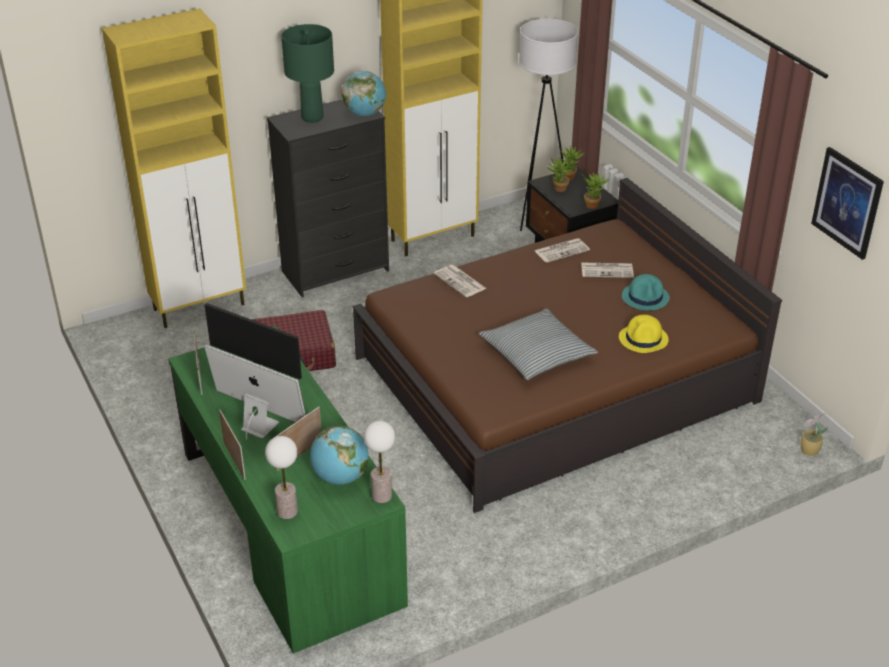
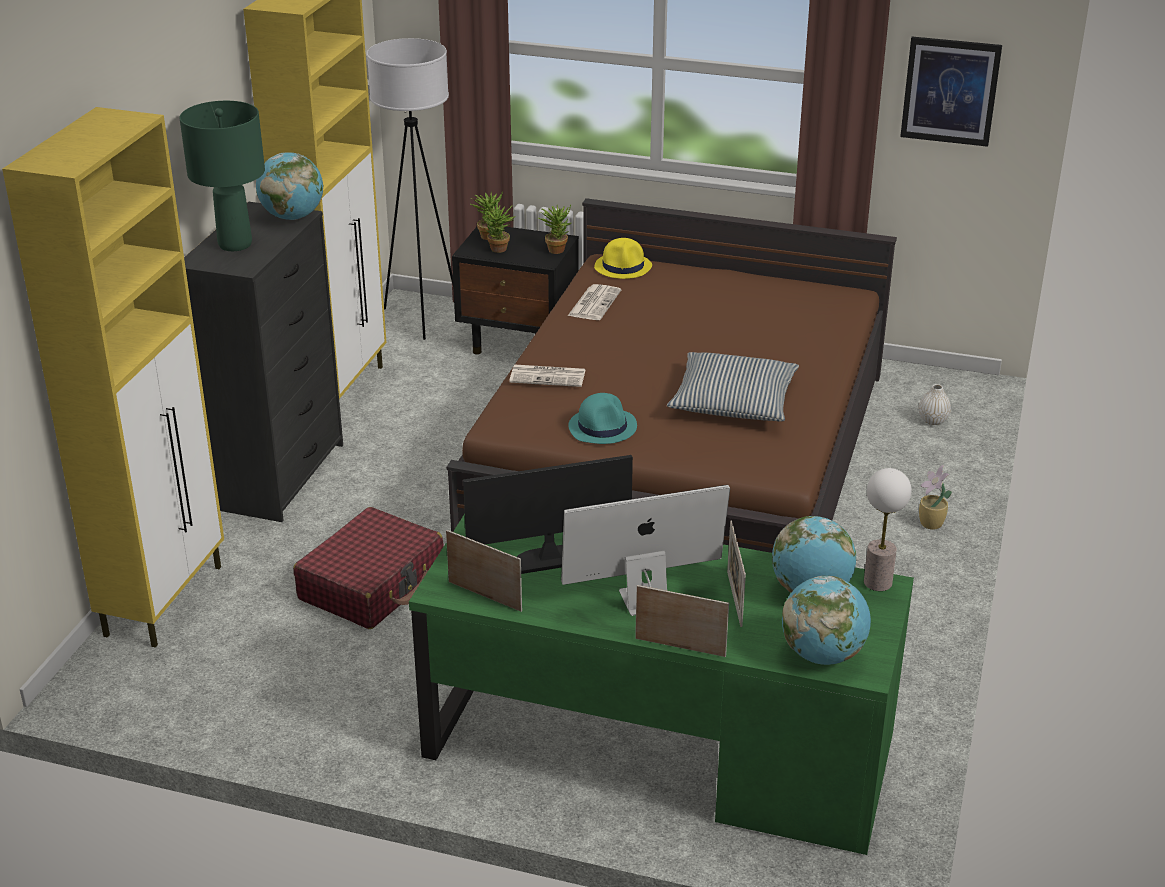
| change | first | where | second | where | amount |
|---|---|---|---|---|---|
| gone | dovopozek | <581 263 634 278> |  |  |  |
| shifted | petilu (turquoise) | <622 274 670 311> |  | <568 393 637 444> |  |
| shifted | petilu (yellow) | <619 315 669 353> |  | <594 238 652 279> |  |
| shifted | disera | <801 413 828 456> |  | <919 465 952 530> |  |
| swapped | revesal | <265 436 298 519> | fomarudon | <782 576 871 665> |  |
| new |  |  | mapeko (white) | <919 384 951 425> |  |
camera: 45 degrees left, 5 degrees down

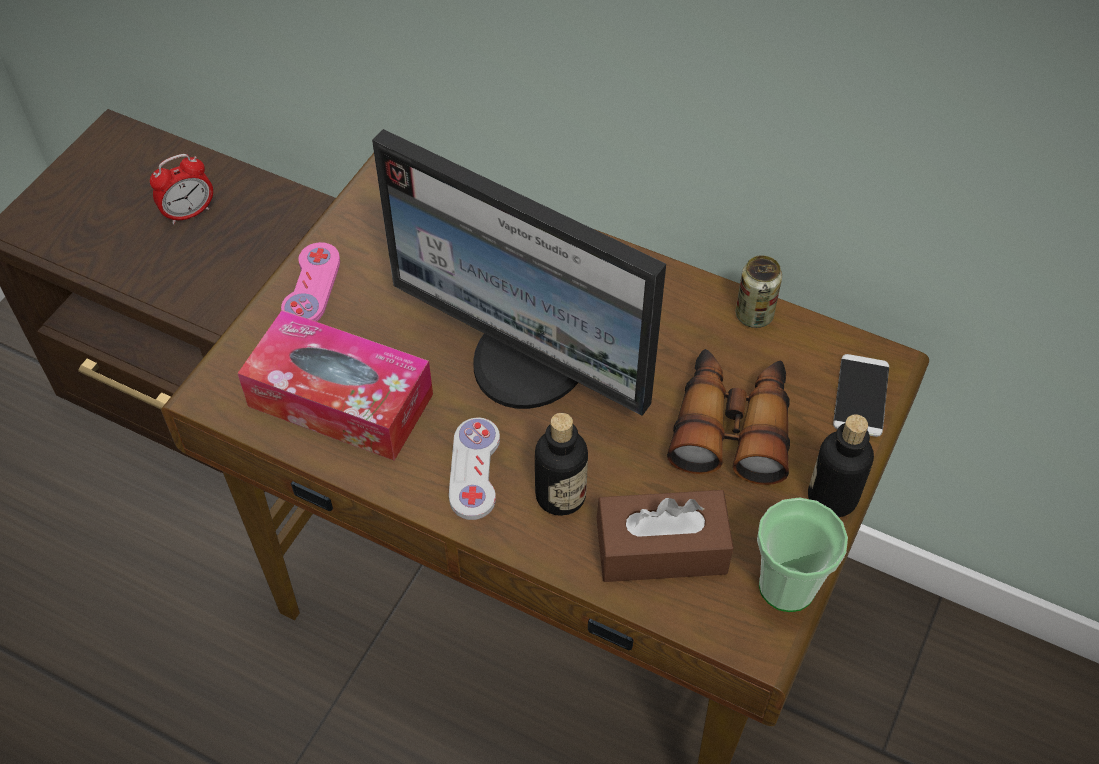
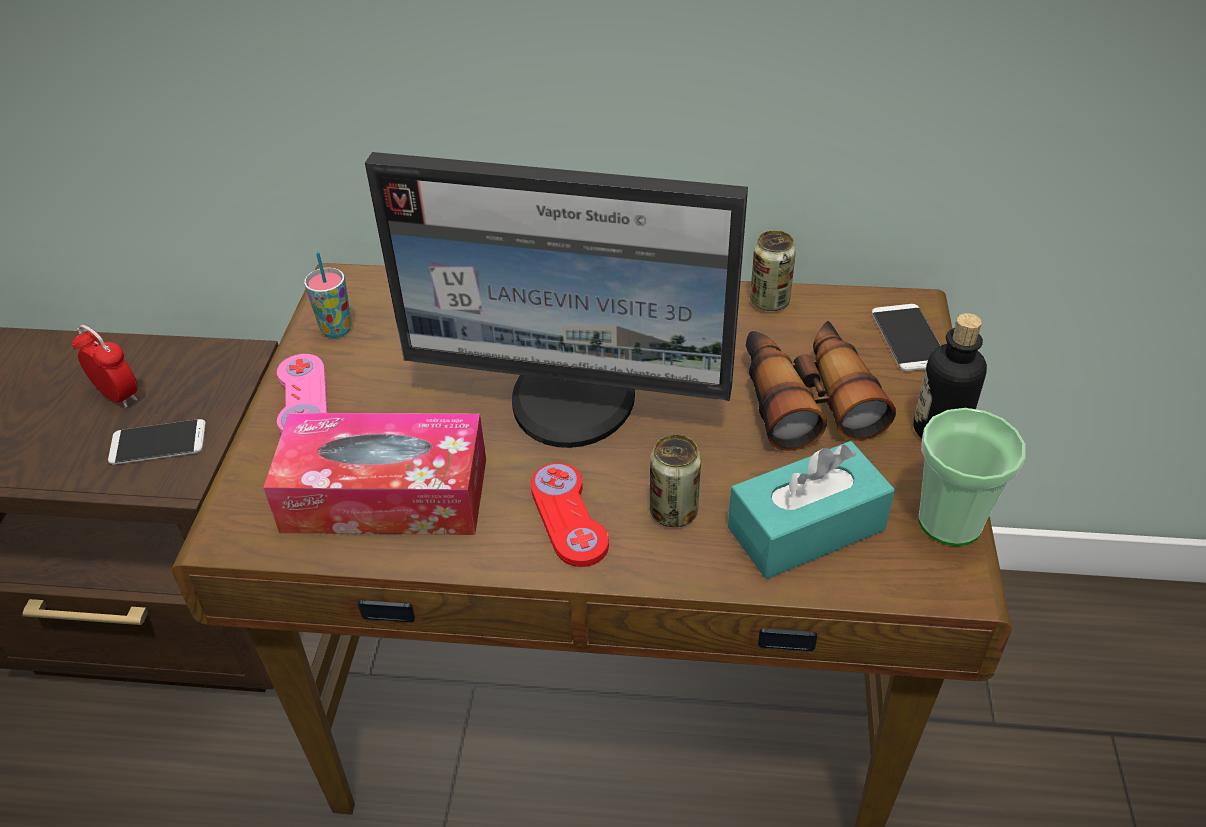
| change | first | where | second | where | amount |
|---|---|---|---|---|---|
| rotated | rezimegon | <150 154 213 224> |  | <72 325 138 408> | 90 degrees counterclockwise |
| swapped | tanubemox | <535 413 588 516> | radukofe | <650 434 701 527> |  |
| repainted | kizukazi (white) | <449 418 500 520> | kizukazi (red) | <531 463 609 567> |  |
| repainted | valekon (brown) | <597 490 734 582> | valekon (turquoise) | <728 441 895 579> |  |
| new |  |  | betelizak | <304 252 352 338> |  |
| new |  |  | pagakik | <108 419 206 465> |  |
camera: 20 degrees left, 10 degrees down

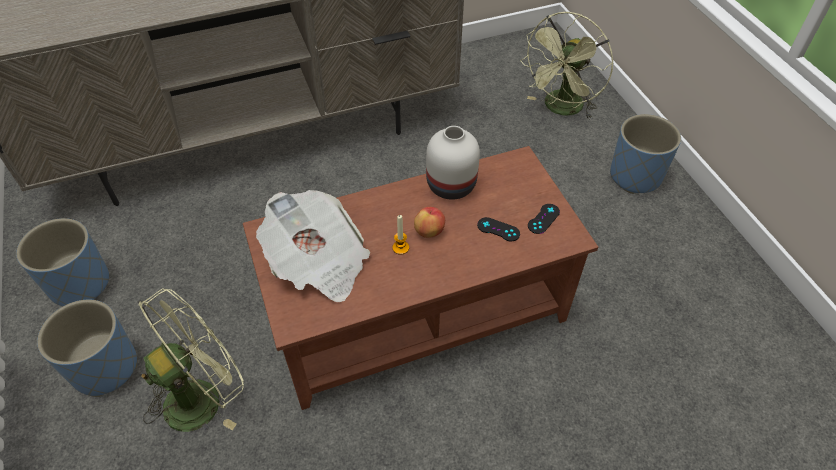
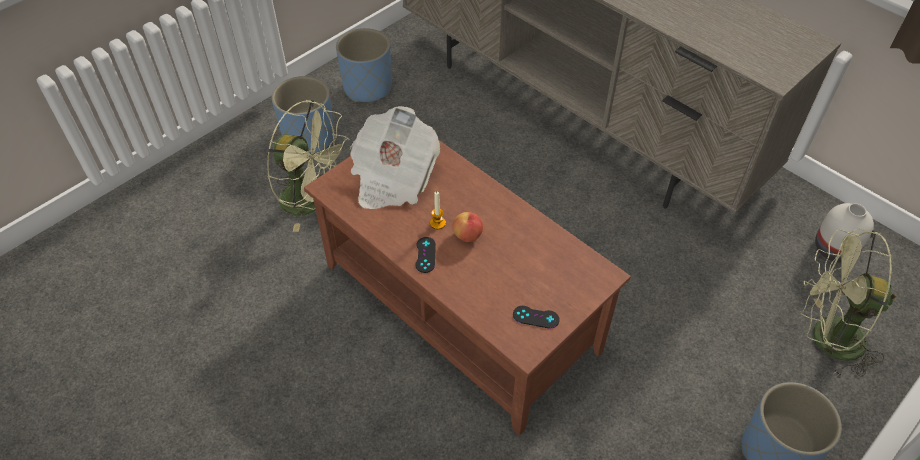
| change | first | where | second | where | amount |
|---|---|---|---|---|---|
| shifted | mapeko (white) | <426 126 480 200> |  | <815 203 874 262> |  |
| shifted | kizukazi (black) | <477 217 520 241> |  | <415 237 436 273> |  |
camera: 65 degrees right, 0 degrees up

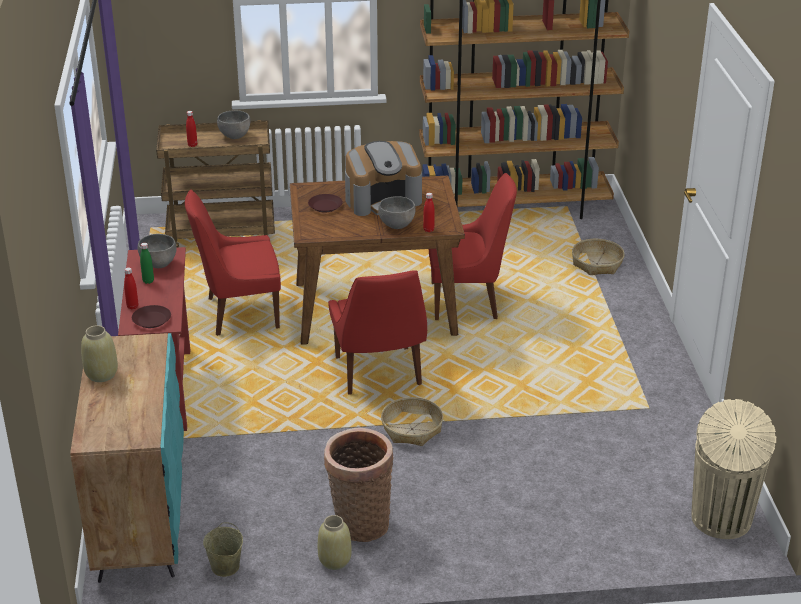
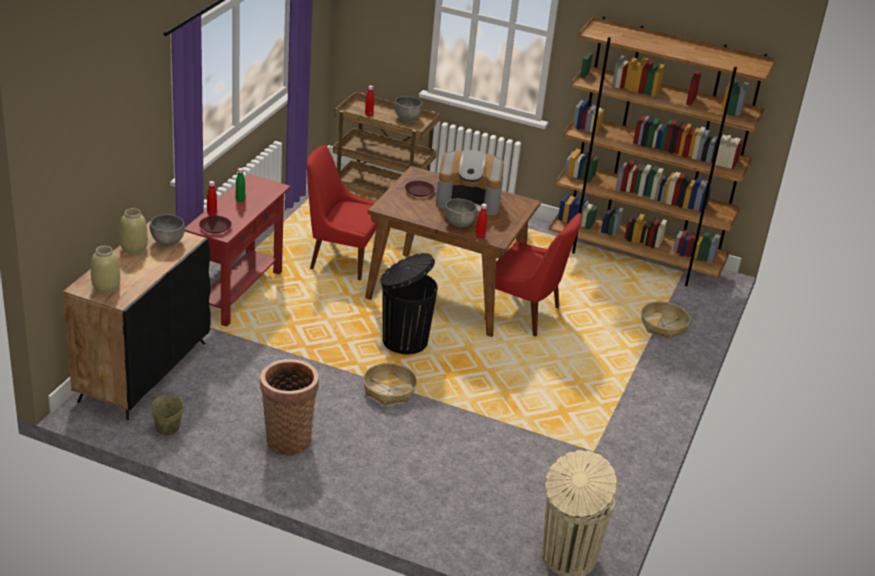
| change | first | where | second | where | amount |
|---|---|---|---|---|---|
| shifted | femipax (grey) | <138 234 177 268> |  | <150 214 185 246> |  |
| swapped | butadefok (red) | <328 270 427 395> | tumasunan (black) | <380 253 438 354> |  |
| repainted | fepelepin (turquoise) | <70 333 184 583> | fepelepin (black) | <63 221 211 420> |  |
| shifted | mapeko (beige) | <318 515 351 570> |  | <91 246 120 293> |  |
camera: 25 degrees right, 0 degrees up

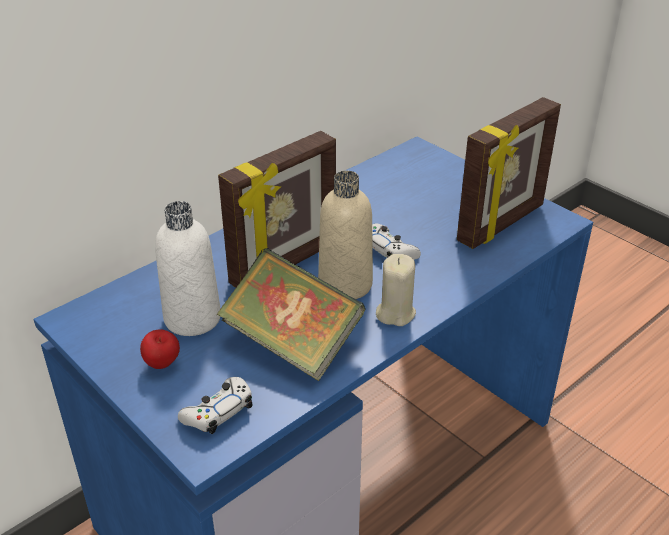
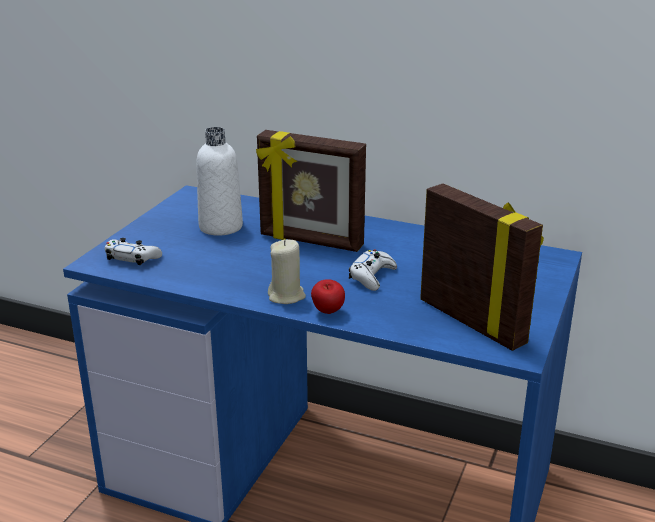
| change | first | where | second | where | amount |
|---|---|---|---|---|---|
| rotated | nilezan | <457 97 561 249> |  | <420 183 544 351> | 150 degrees counterclockwise |
| gone | tanubemox (beige) | <318 171 373 299> |  |  |  |
| gone | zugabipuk | <217 248 365 381> |  |  |  |
| shifted | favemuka | <140 329 180 369> |  | <311 279 345 314> |  |
camera: 65 degrees right, 10 degrees down

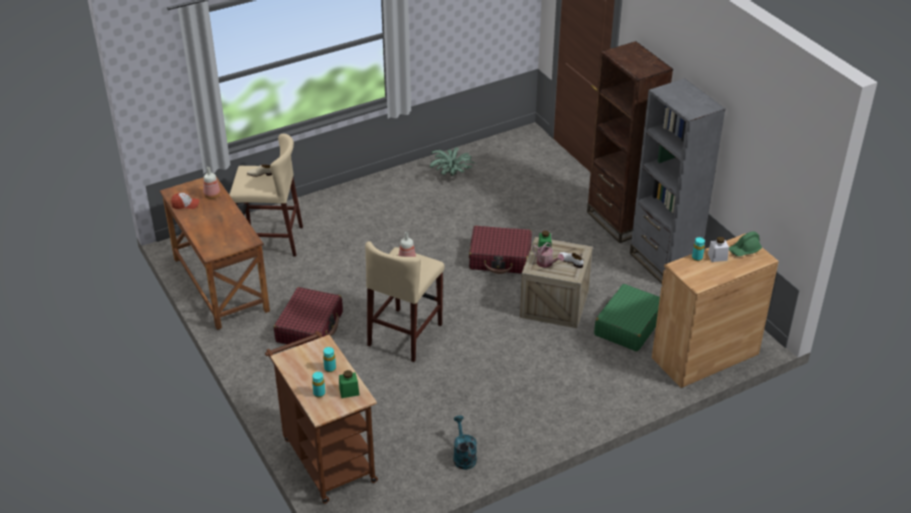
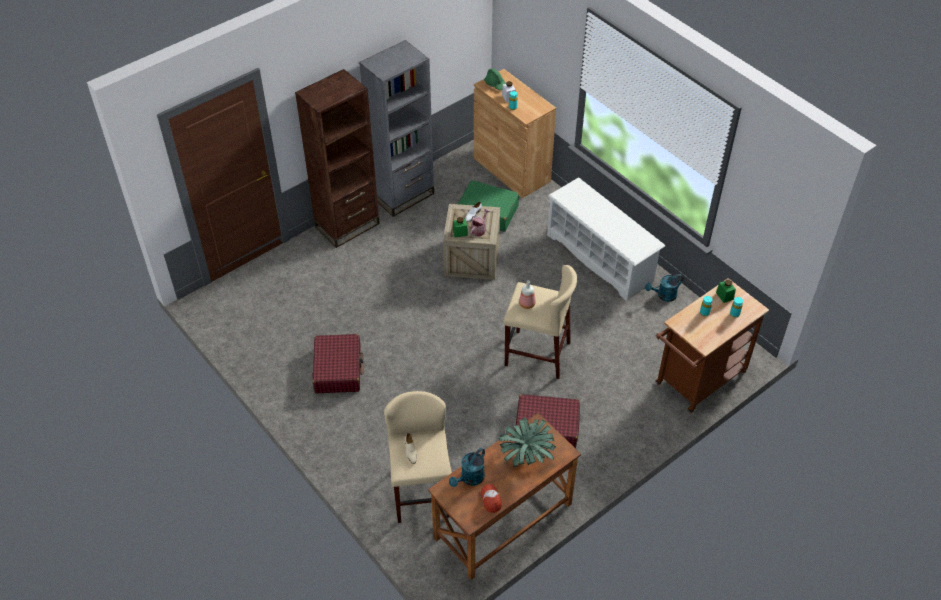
| change | first | where | second | where | amount |
|---|---|---|---|---|---|
| shifted | disera | <430 147 476 177> |  | <499 418 556 467> |  |
| swapped | tanubemox | <203 167 221 199> | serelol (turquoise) | <449 448 485 487> |  |
| shifted | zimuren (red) | <469 226 532 274> |  | <313 334 364 393> |  |
| new |  |  | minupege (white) | <547 178 665 302> |  |
camera: 100 degrees left, 10 degrees up

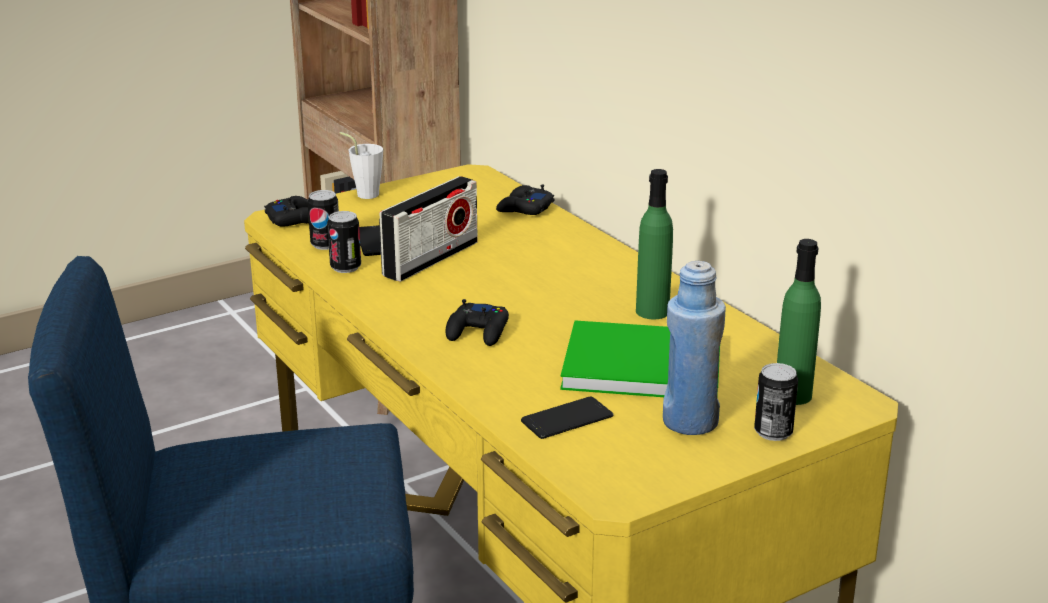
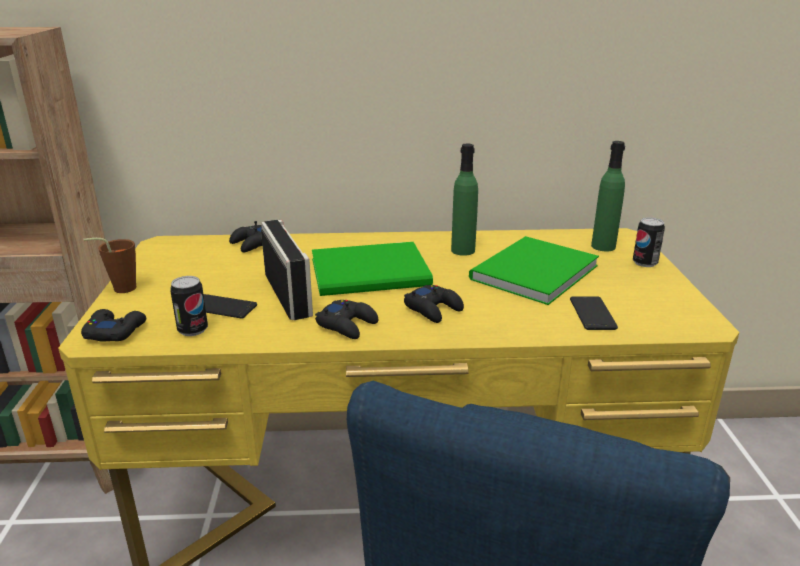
| change | first | where | second | where | amount |
|---|---|---|---|---|---|
| repainted | betelizak (white) | <339 132 383 199> | betelizak (brown) | <83 238 136 293> |  |
| gone | radukofe | <327 211 361 273> |  |  |  |
| gone | tanubemox (blue) | <663 261 726 435> |  |  |  |
| new |  |  | zugabipuk (green) | <312 242 433 296> |  |
| new |  |  | kizukazi (black) | <315 300 378 339> |  |
camera: 60 degrees left, 0 degrees up

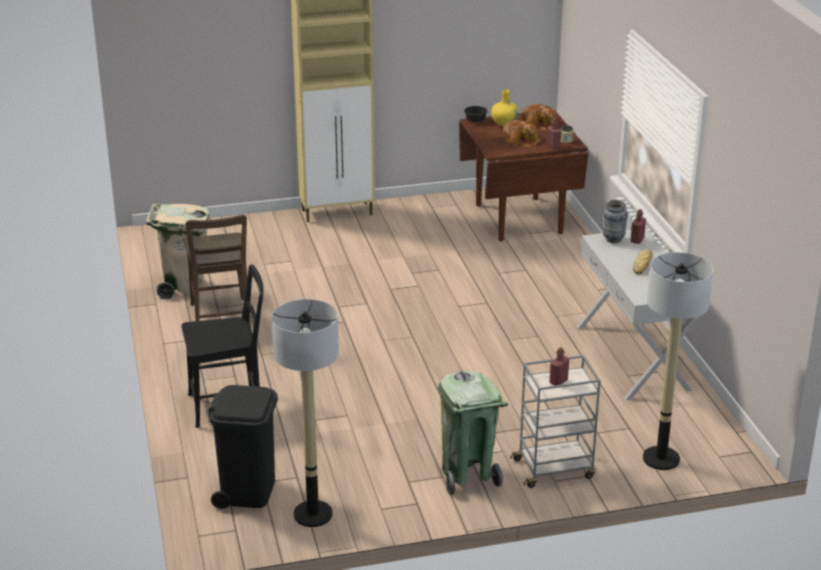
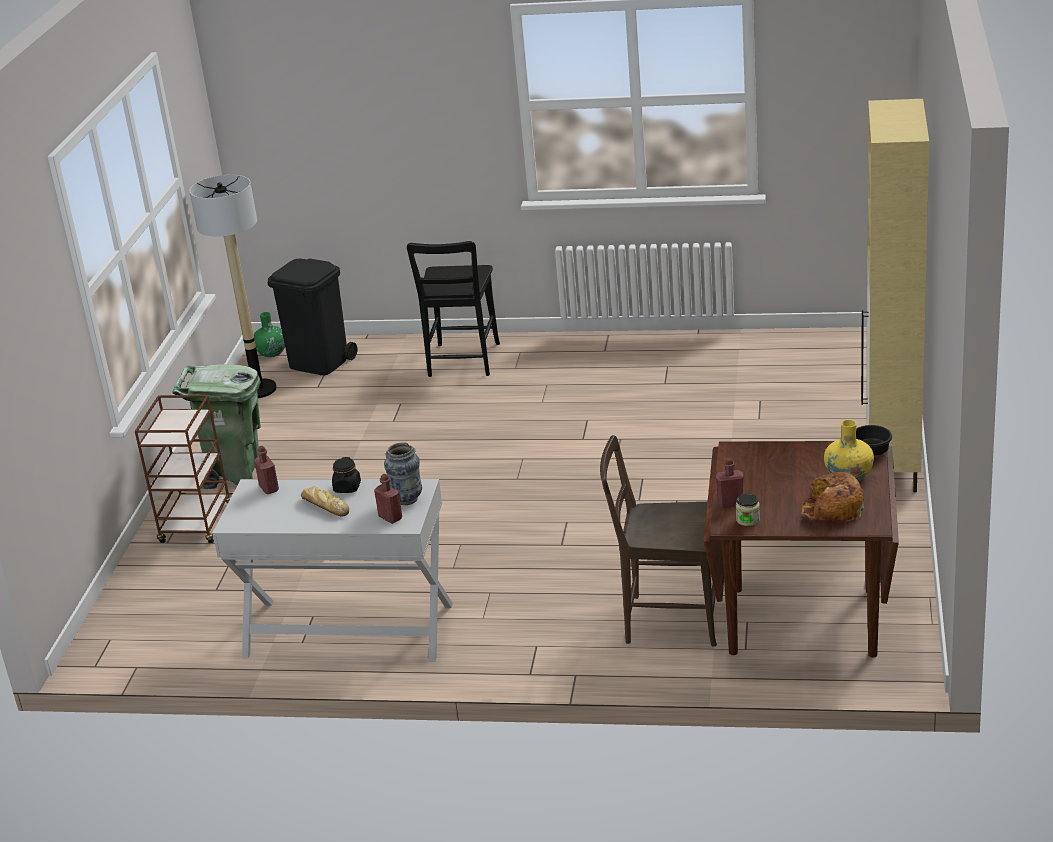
| change | first | where | second | where | amount |
|---|---|---|---|---|---|
| gone | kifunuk | <503 120 542 148> |  |  |  |
| gone | tumasunan (beige) | <146 204 211 299> |  |  |  |
| shifted | butadefok (brown) | <183 215 251 327> |  | <600 435 717 647> |  |
| gone | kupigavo | <643 252 713 470> |  |  |  |
| shifted | tanubemox (red) | <549 347 569 386> |  | <254 446 279 494> |  |
| repainted | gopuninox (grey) | <510 355 601 488> | gopuninox (brown) | <135 395 233 543> |  |
| new |  |  | mapeko (green) | <254 312 285 357> |  |
| new |  |  | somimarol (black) | <332 457 361 493> |  |
camera: 115 degrees right, 0 degrees up

